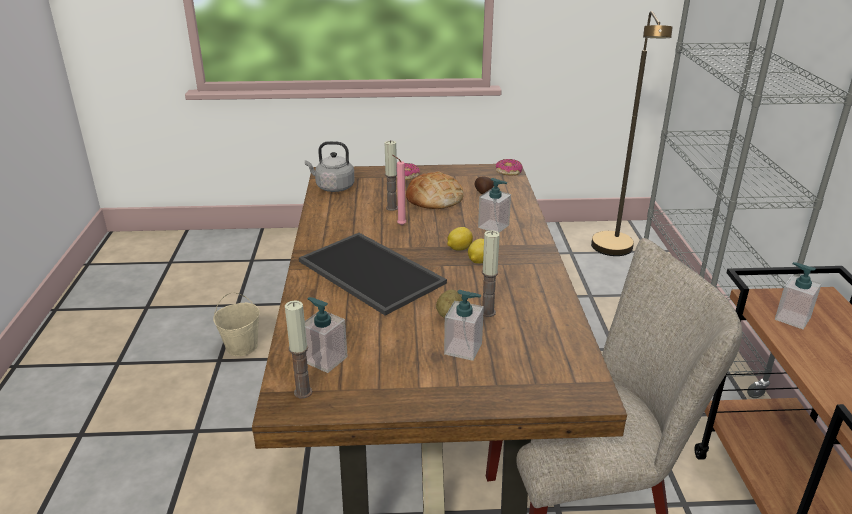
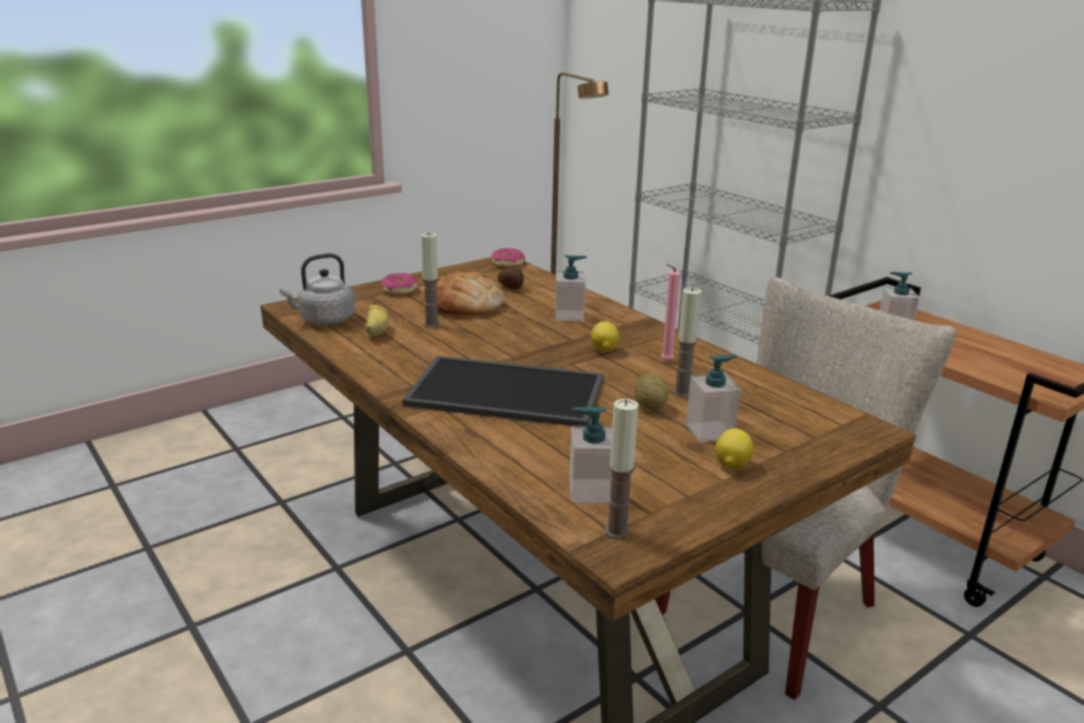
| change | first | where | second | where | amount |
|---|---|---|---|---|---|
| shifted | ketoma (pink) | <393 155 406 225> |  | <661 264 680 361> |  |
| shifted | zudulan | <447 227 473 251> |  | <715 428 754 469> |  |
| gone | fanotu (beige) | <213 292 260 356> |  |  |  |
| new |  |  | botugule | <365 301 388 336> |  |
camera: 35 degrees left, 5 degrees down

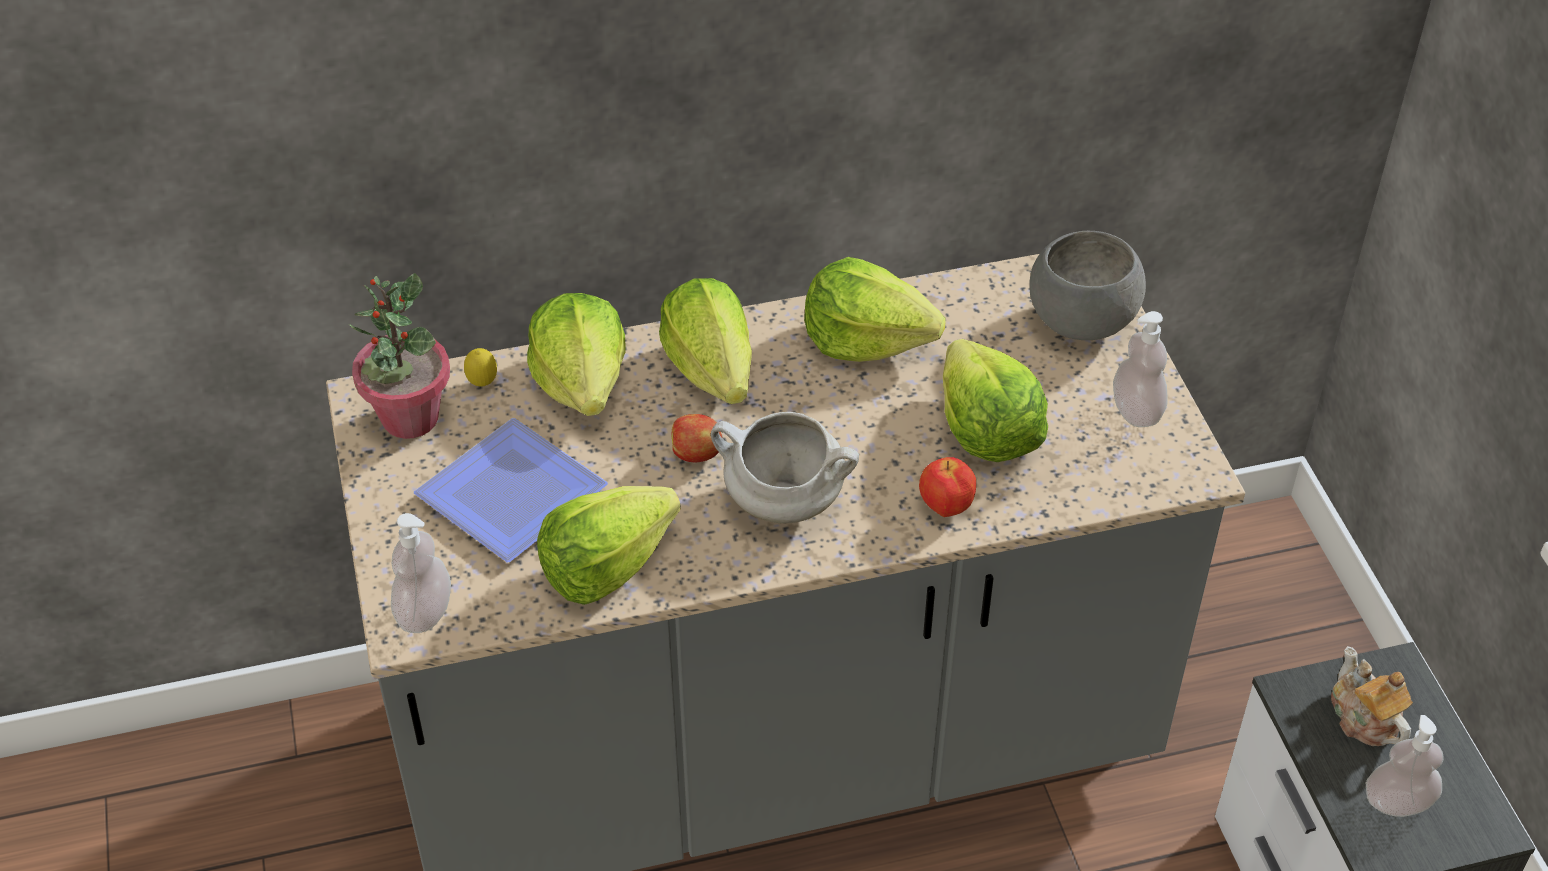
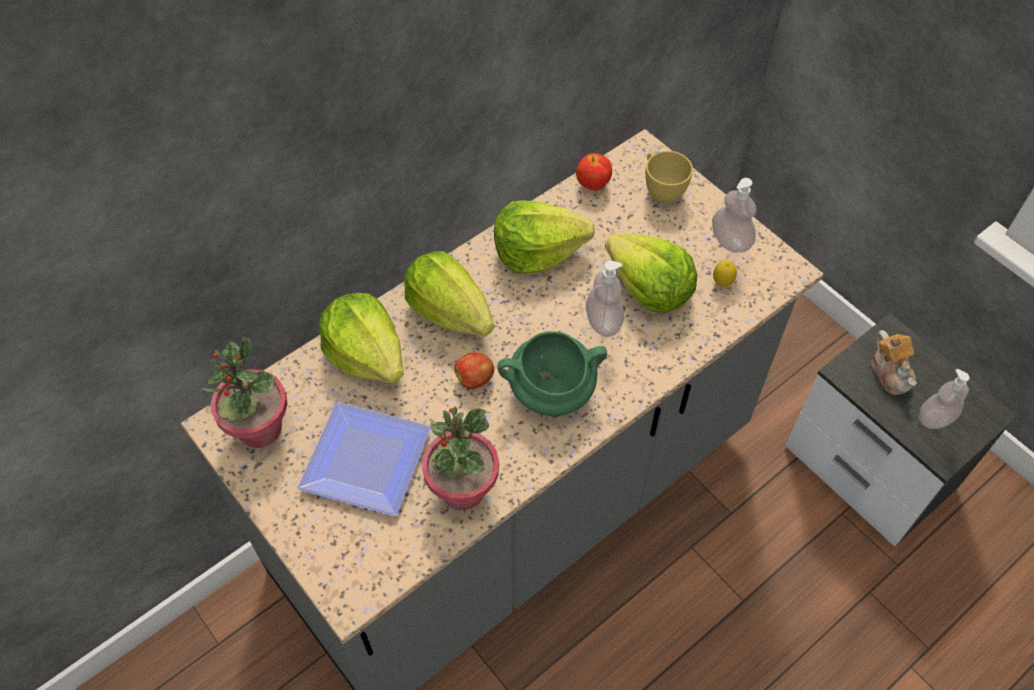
| change | first | where | second | where | amount |
|---|---|---|---|---|---|
| swapped | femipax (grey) | <1029 231 1146 340> | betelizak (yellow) | <646 151 693 204> |  |
| shifted | zudulan | <464 348 497 386> |  | <713 260 737 287> |  |
| repainted | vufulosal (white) | <711 412 859 523> | vufulosal (green) | <498 331 607 416> |  |
| shifted | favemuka | <919 457 976 517> |  | <576 153 612 191> |  |
| swapped | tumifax | <537 486 681 605> | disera | <422 406 499 510> |  |
| shifted | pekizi | <391 513 451 633> |  | <586 261 624 337> |  |
| rotated | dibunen | <1331 646 1413 746> |  | <871 330 917 395> | 150 degrees counterclockwise |
camera: 25 degrees left, 10 degrees up

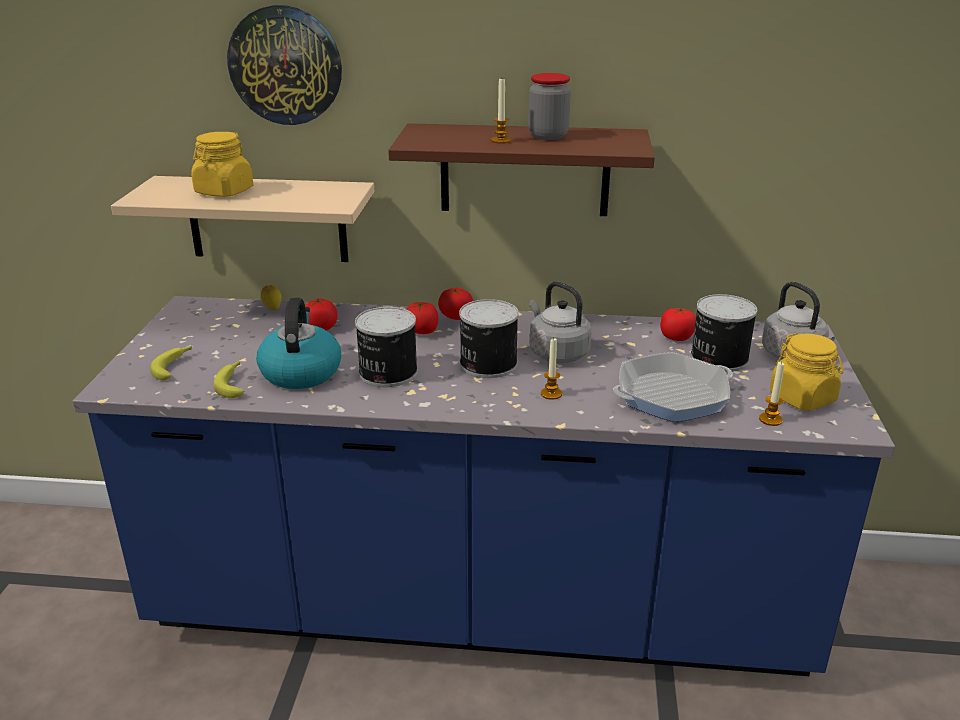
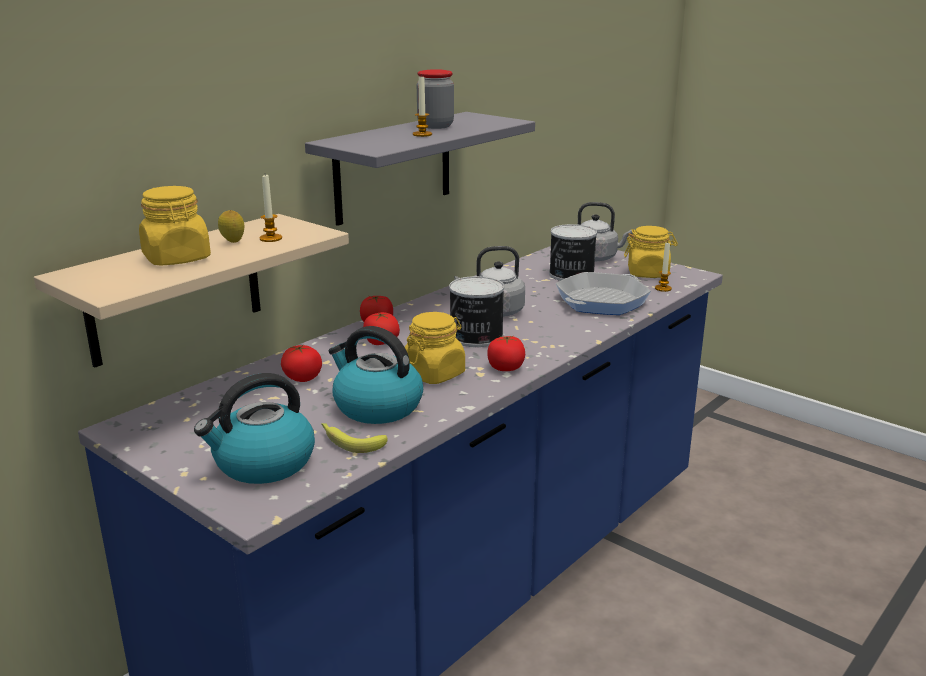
| change | first | where | second | where | amount |
|---|---|---|---|---|---|
| gone | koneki | <227 5 342 125> |  |  |  |
| repainted | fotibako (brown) | <388 123 655 216> | fotibako (grey) | <305 112 535 226> |  |
| shifted | zudulan | <261 285 282 310> |  | <218 210 244 243> |  |
| swapped | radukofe | <355 307 418 387> | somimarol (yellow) | <405 312 465 384> |  |
| shifted | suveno | <660 308 696 341> |  | <487 336 525 371> |  |
| shifted | ketoma | <541 338 562 400> |  | <260 175 282 242> |  |
| swapped | botugule | <150 345 192 380> | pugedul | <194 373 315 484> |  |
| rotated | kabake | <613 352 733 422> |  | <556 272 651 315> | 150 degrees counterclockwise |
camera: 55 degrees left, 5 degrees down

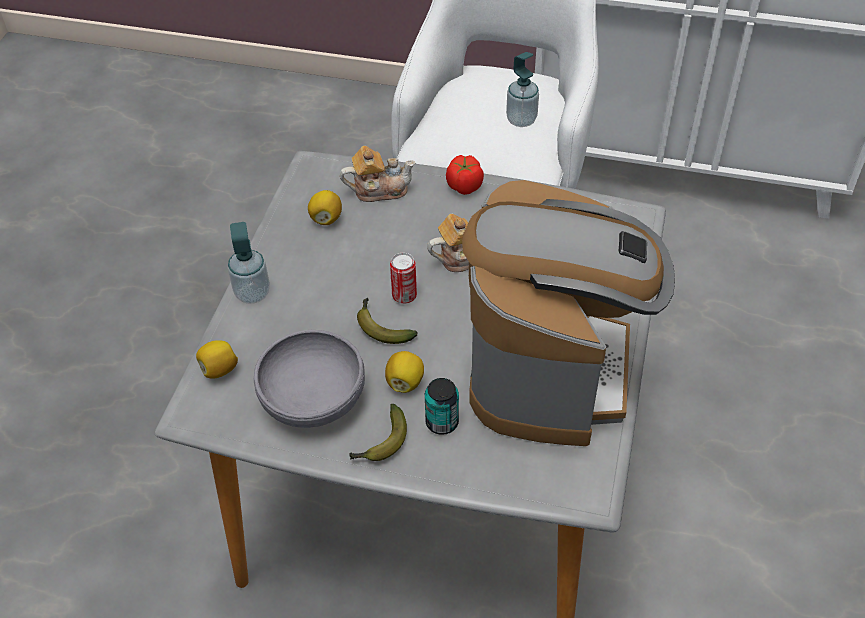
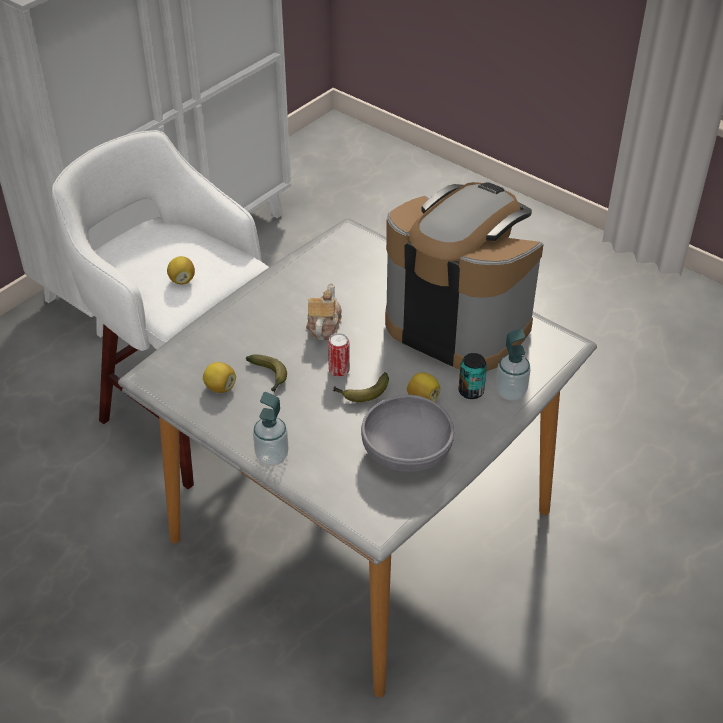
| change | first | where | second | where | amount |
|---|---|---|---|---|---|
| shifted | pekizi | <506 52 539 127> |  | <496 329 530 401> |  |
| gone | dibunen | <340 146 416 202> |  |  |  |
| gone | suveno | <446 155 484 195> |  |  |  |
| shifted | zudulan | <196 340 238 379> |  | <167 256 195 284> |  |
| shifted | botugule | <349 404 407 461> |  | <246 354 287 392> |  |
camera: 65 degrees left, 5 degrees down

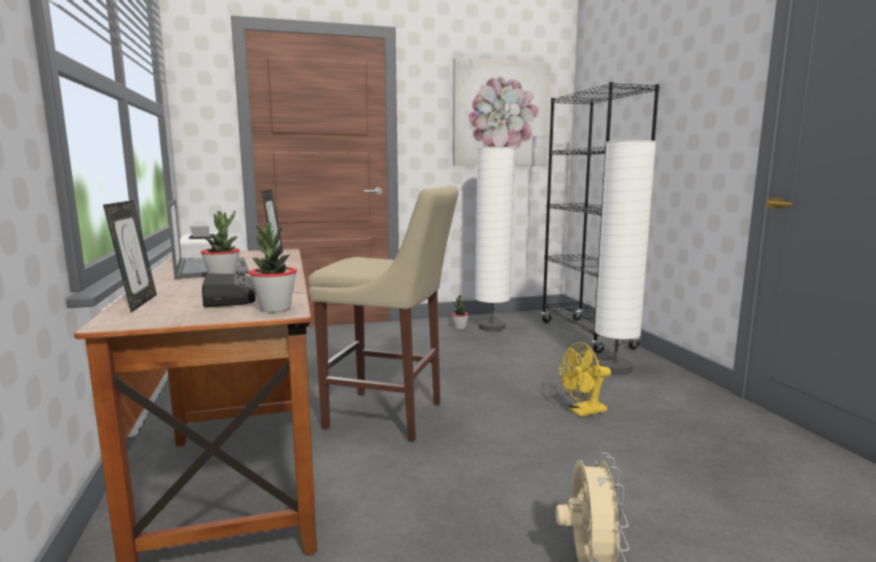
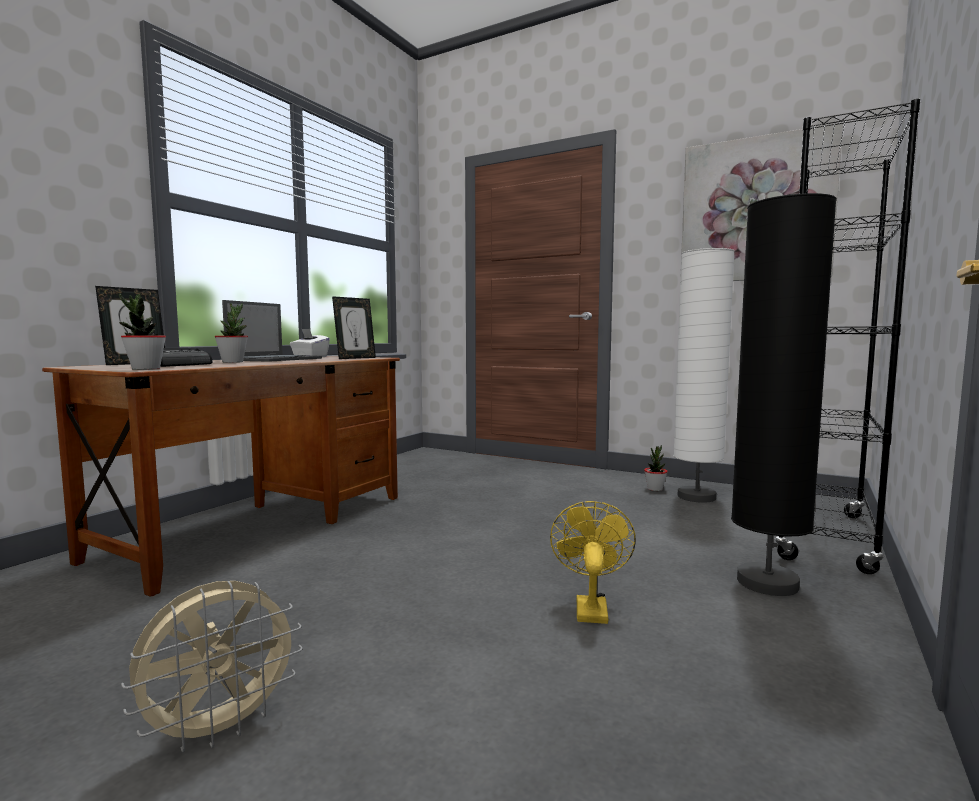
| change | first | where | second | where | amount |
|---|---|---|---|---|---|
| repainted | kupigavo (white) | <595 140 656 375> | kupigavo (black) | <731 193 837 596> |  |
| gone | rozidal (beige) | <308 186 459 442> |  |  |  |
| rotated | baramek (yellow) | <560 342 611 417> |  | <550 501 636 624> | 75 degrees clockwise |
camera: 45 degrees right, 5 degrees down

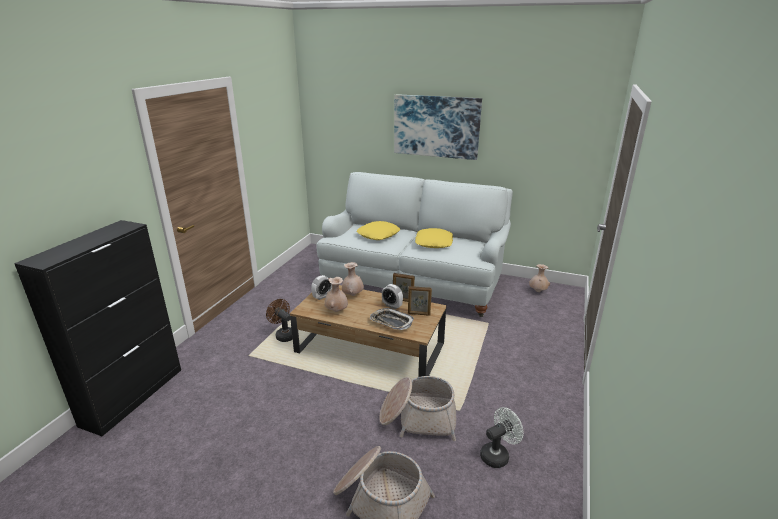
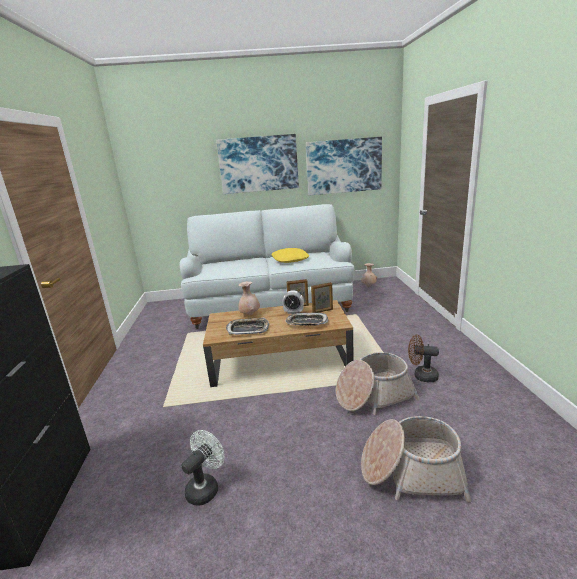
| change | first | where | second | where | amount |
|---|---|---|---|---|---|
| gone | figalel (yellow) | <357 221 400 240> |  |  |  |
| gone | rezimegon | <311 275 332 300> |  |  |  |
| swapped | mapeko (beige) | <324 277 348 312> | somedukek | <226 318 269 335> |  |
| shifted | baramek (brown) | <266 299 293 342> |  | <408 334 439 382> |  |
| shifted | baramek (white) | <480 407 524 468> |  | <181 430 225 506> |  |
| new |  |  | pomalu | <306 137 382 196> |  |
camera: 25 degrees left, 5 degrees down

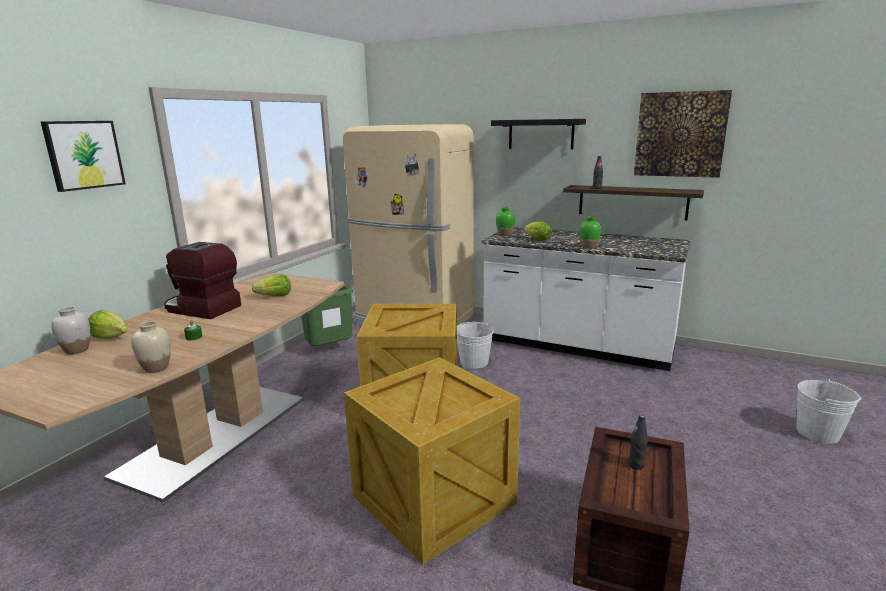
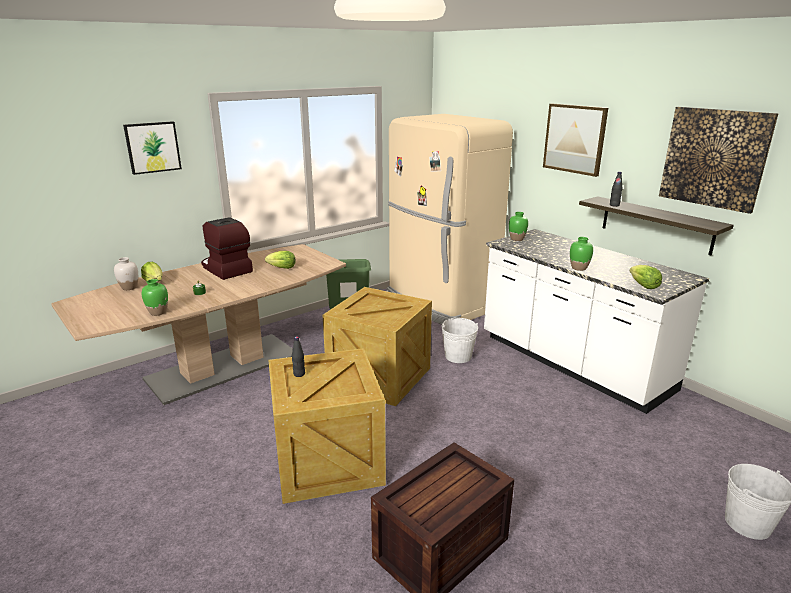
| change | first | where | second | where | amount |
|---|---|---|---|---|---|
| swapped | fotibako (black) | <491 119 586 149> | pomalu | <543 104 608 177> |  |
| shifted | tumifax | <524 221 552 240> |  | <630 265 662 289> |  |
| repainted | mapeko (beige) | <131 321 171 373> | mapeko (green) | <142 279 168 316> |  |
| shifted | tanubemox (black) | <628 415 648 470> |  | <292 336 305 377> |  |
camera: 25 degrees right, 5 degrees up

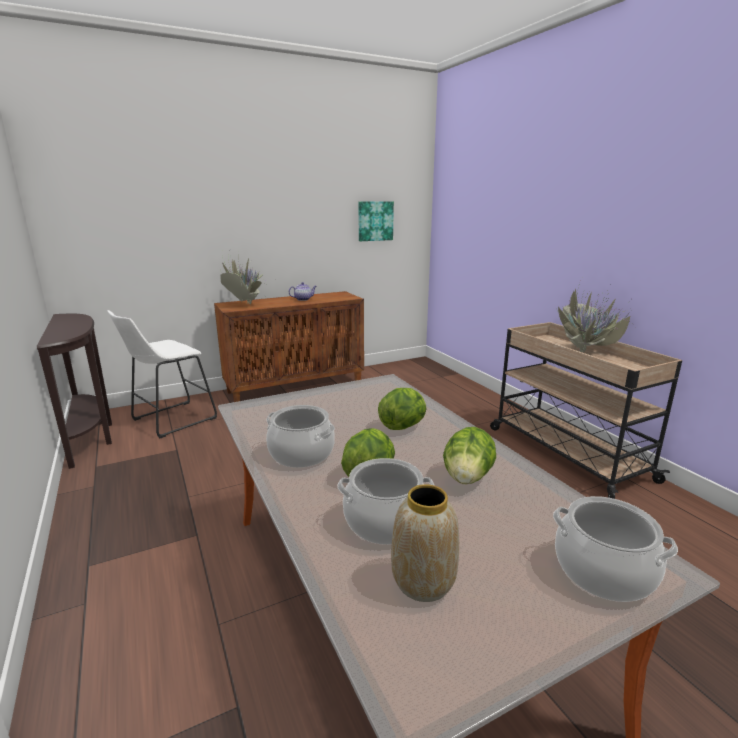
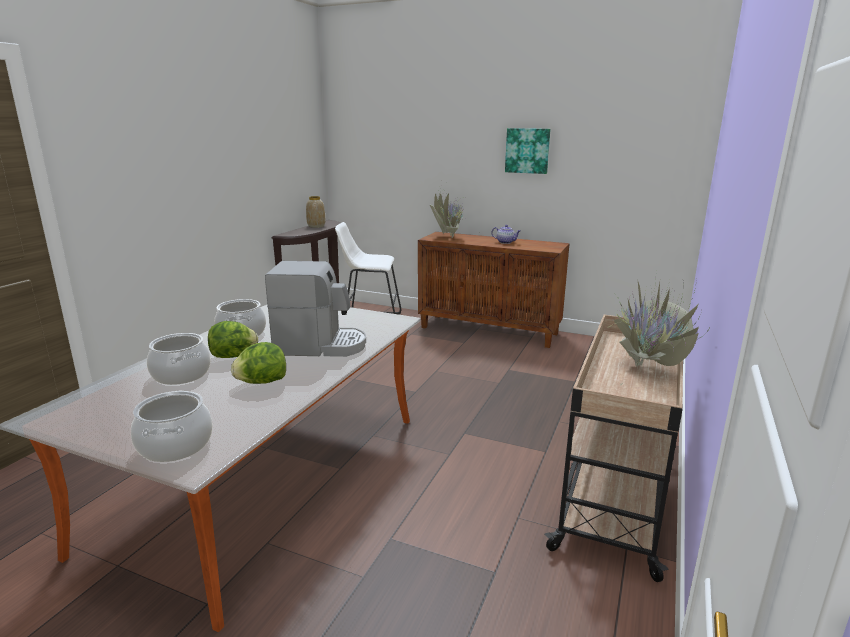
| change | first | where | second | where | amount |
|---|---|---|---|---|---|
| shifted | pomalu | <358 201 394 241> |  | <505 128 551 174> |  |
| swapped | tumifax | <378 388 426 430> | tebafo | <265 261 366 357> |  |
| shifted | mapeko | <391 484 459 602> |  | <306 196 325 228> |  |
camera: 50 degrees right, 0 degrees up

